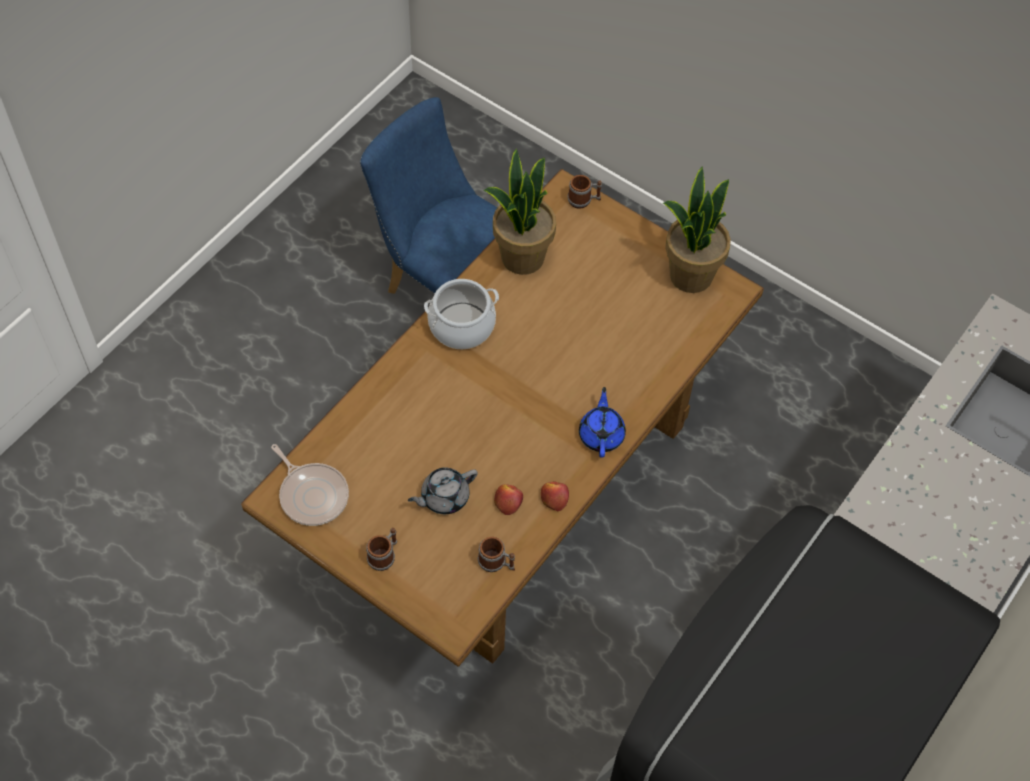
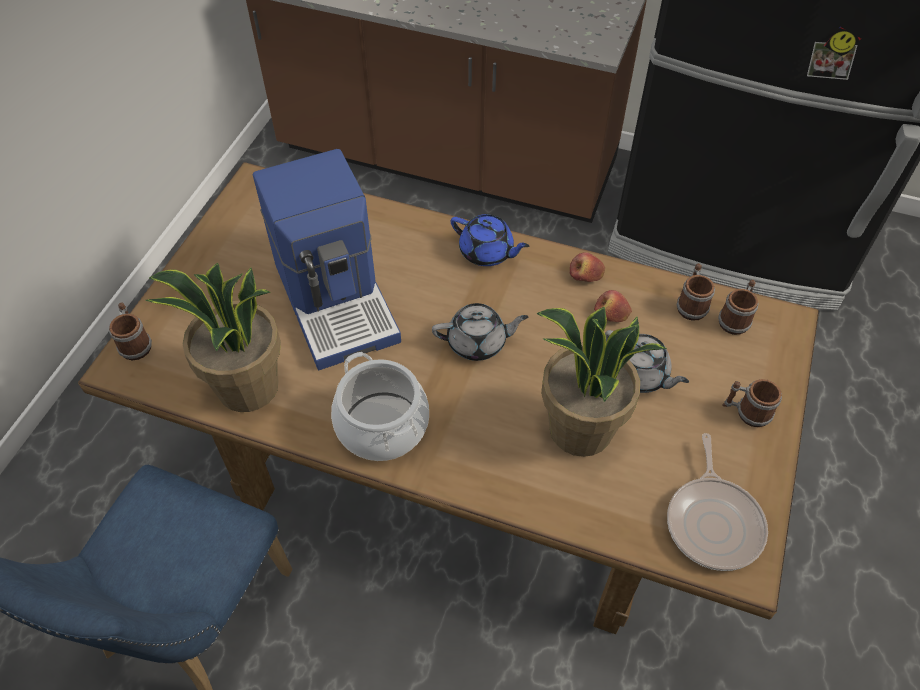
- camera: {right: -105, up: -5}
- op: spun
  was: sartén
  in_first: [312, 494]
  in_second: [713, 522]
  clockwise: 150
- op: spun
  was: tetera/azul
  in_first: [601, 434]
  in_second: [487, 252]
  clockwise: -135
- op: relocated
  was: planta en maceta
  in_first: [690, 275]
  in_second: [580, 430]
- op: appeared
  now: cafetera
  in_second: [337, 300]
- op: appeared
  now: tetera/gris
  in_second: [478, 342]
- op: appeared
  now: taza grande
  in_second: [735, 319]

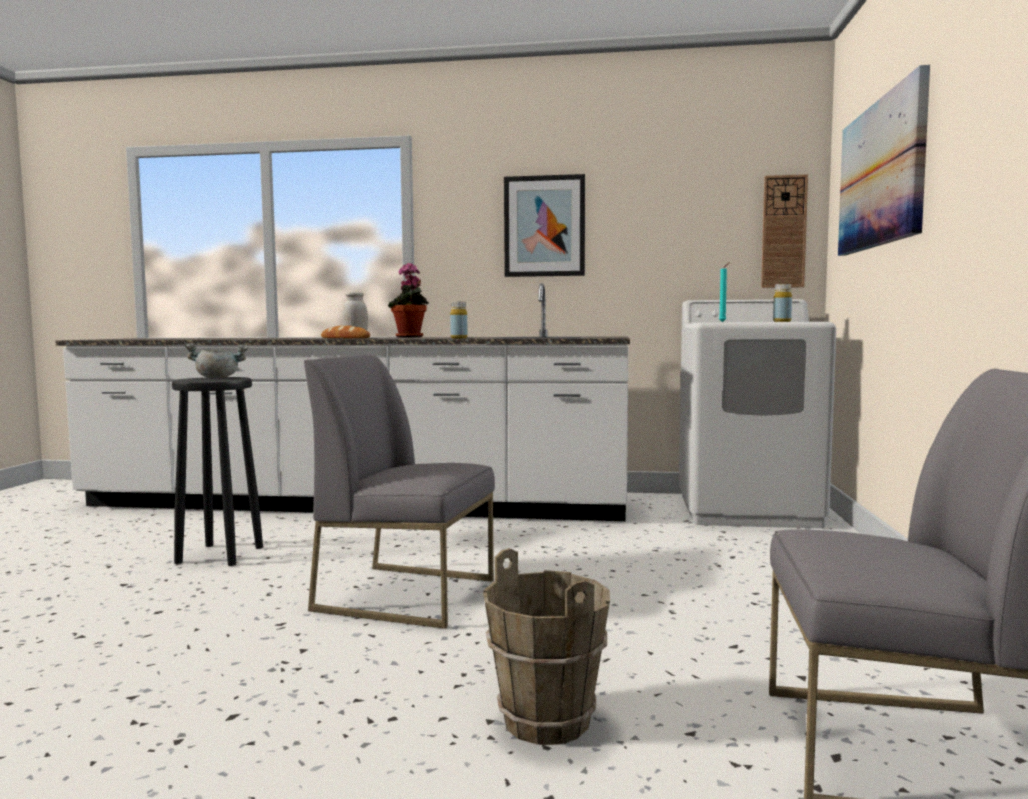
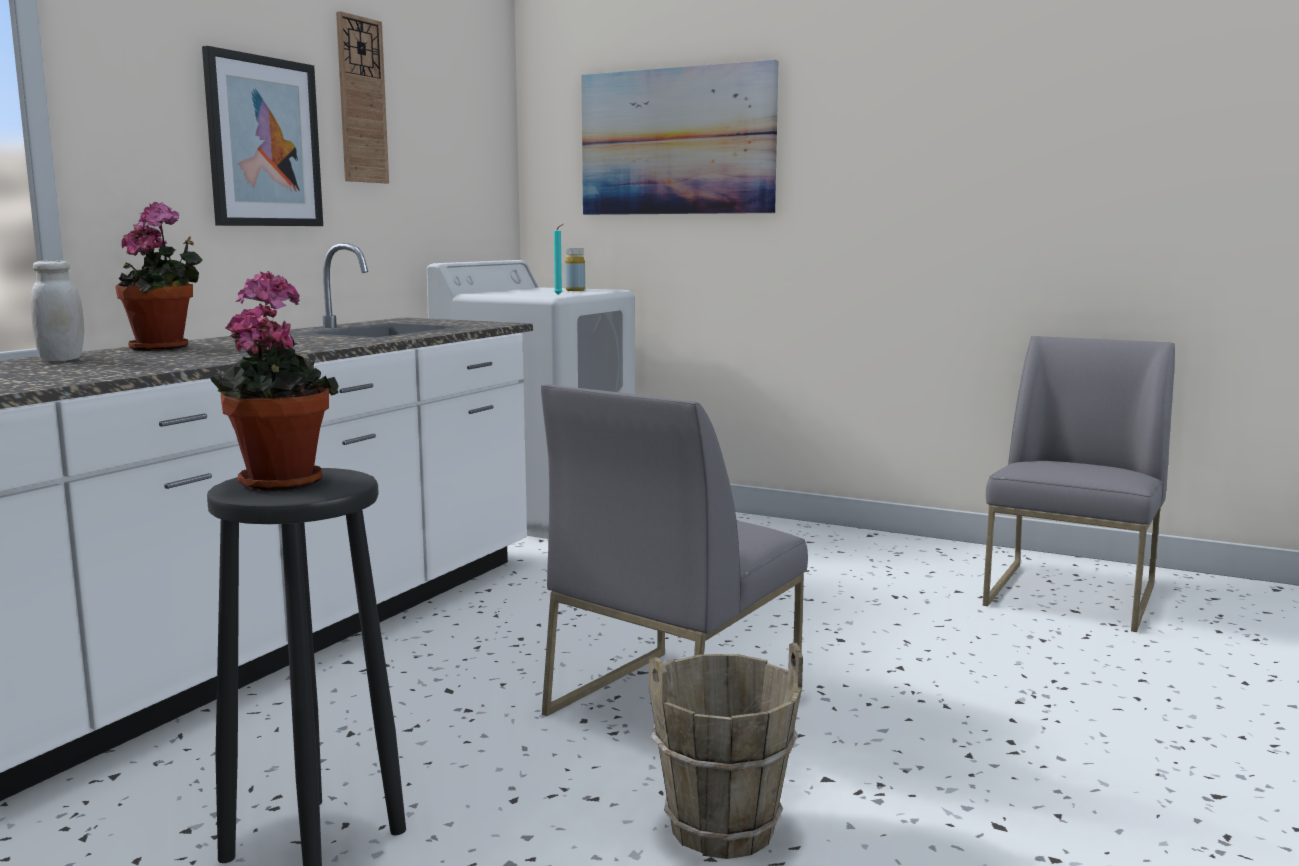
- camera: {right: -70, up: 5}
- op: exchanged
  was: olla/gris
  now: planta en maceta
  in_first: [218, 378]
  in_second: [279, 481]
- op: missing
  was: pan
  in_first: [345, 338]
- op: missing
  was: botella/amarillo
  in_first: [459, 338]
- op: relocated
  was: cubo/marrón
  in_first: [547, 720]
  in_second: [721, 828]
- op: relocated
  was: reloj de pared
  in_first: [783, 232]
  in_second: [361, 100]

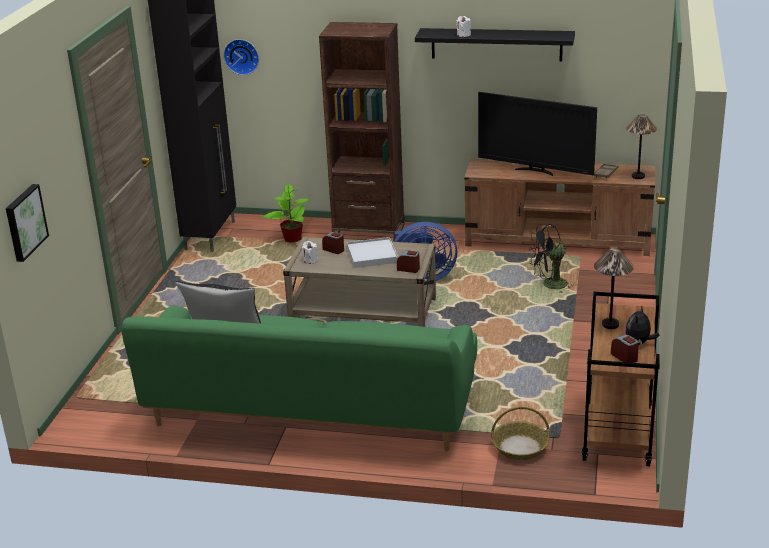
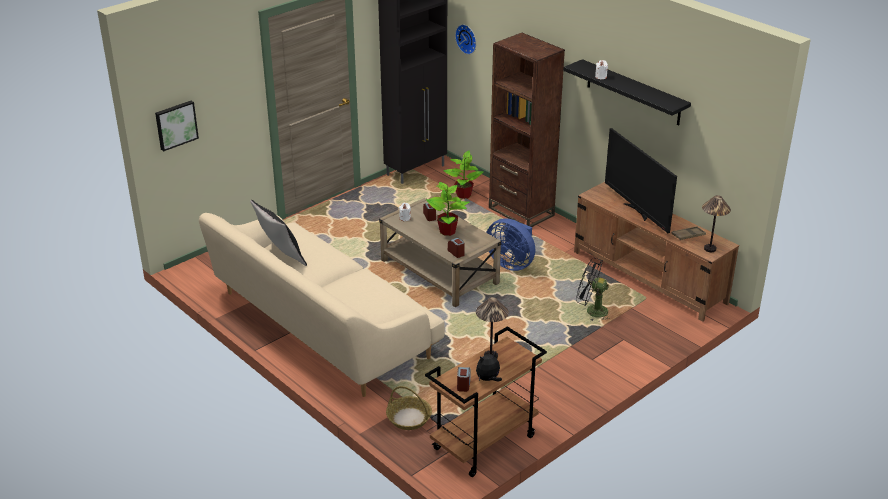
- camera: {right: 35, up: 5}
- op: colour
  was: sofá/verde
  now: sofá/beis
  in_first: [311, 409]
  in_second: [322, 326]
- op: exchanged
  was: bandeja/blanco
  now: planta en maceta
  in_first: [372, 255]
  in_second: [448, 231]

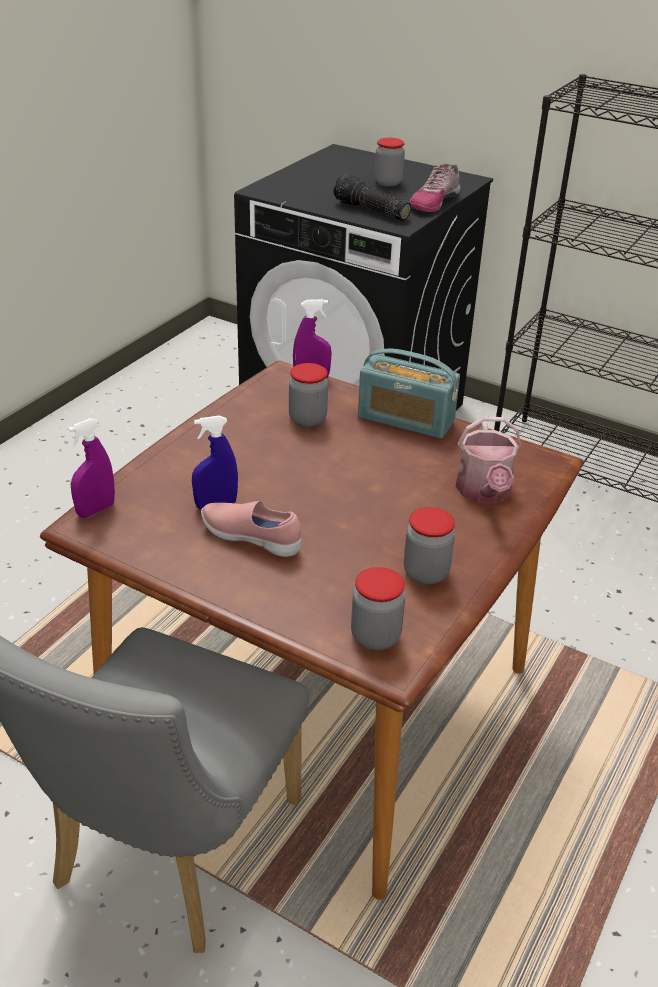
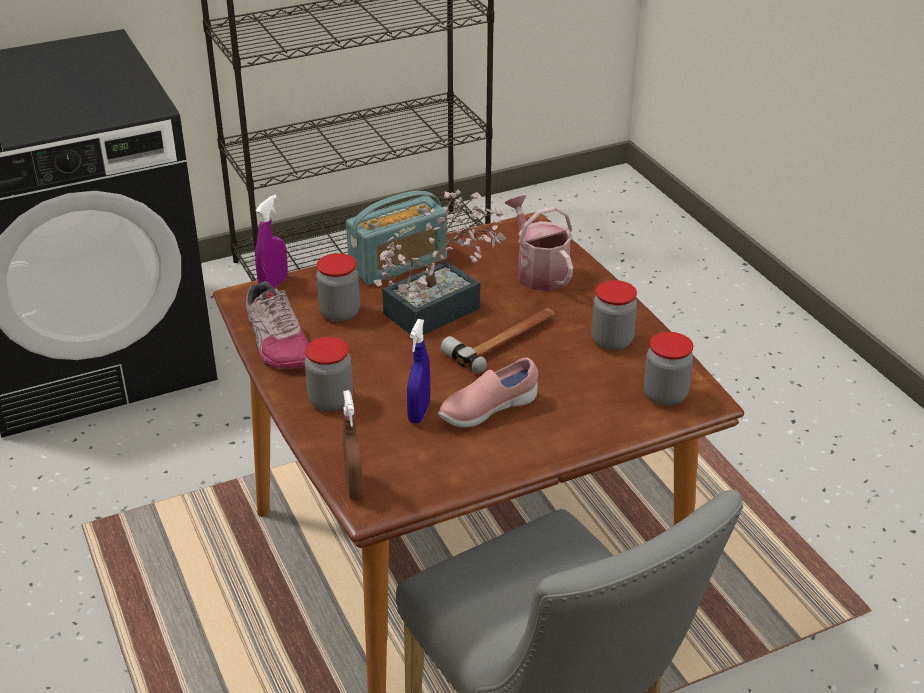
- camera: {right: -55, up: 0}
- op: colour
  was: pulverizador/morado
  now: pulverizador/marrón
  in_first: [96, 510]
  in_second: [354, 488]
- op: missing
  was: linterna
  in_first: [370, 211]
- op: relocated
  was: tarro
  in_first: [388, 183]
  in_second: [331, 401]
- op: relocated
  was: zapato
  in_first: [434, 201]
  in_second: [276, 342]
- op: spun
  was: regadera
  in_first: [484, 492]
  in_second: [539, 272]
  clockwise: -150
- op: appeared
  now: planta en maceta
  in_second: [441, 307]
- op: appeared
  now: martillo
  in_second: [504, 341]

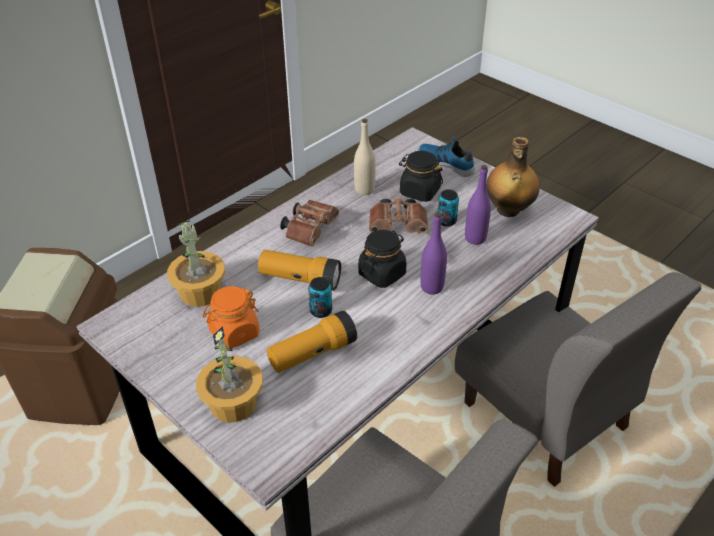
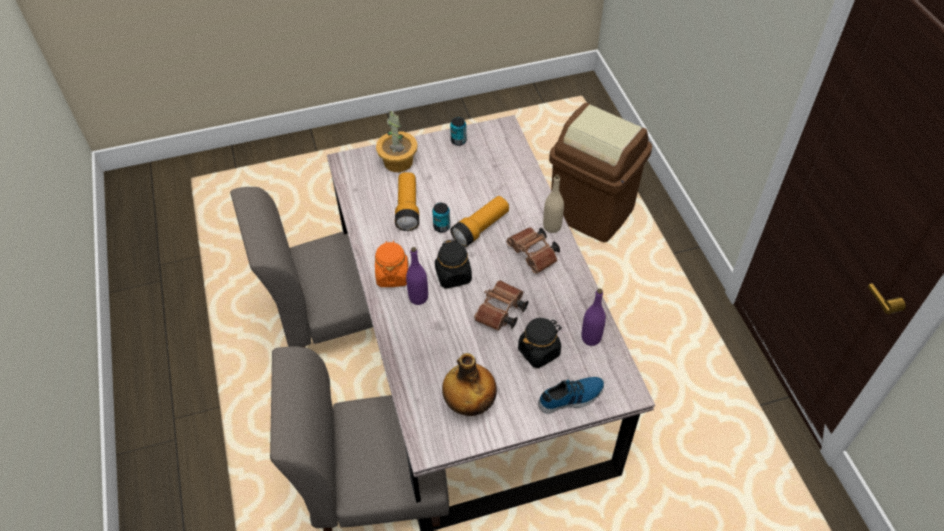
- camera: {right: 120, up: 10}
- op: missing
  was: planta en maceta
  in_first: [200, 293]
- op: relocated
  was: tarro/naranja
  in_first: [234, 333]
  in_second: [392, 275]
- op: relocated
  was: botella/beis
  in_first: [364, 190]
  in_second: [552, 226]
- op: relocated
  was: lata
  in_first: [446, 221]
  in_second: [458, 141]
- op: relocated
  was: botella/morado
  in_first: [475, 238]
  in_second: [591, 338]

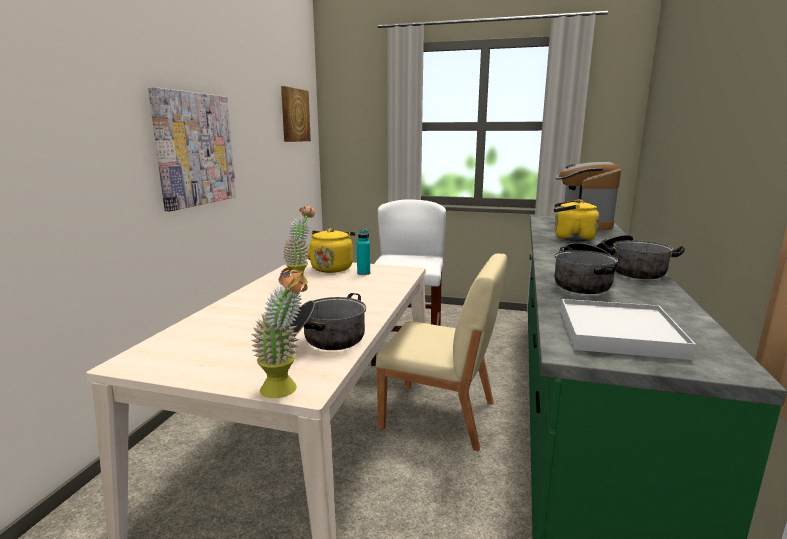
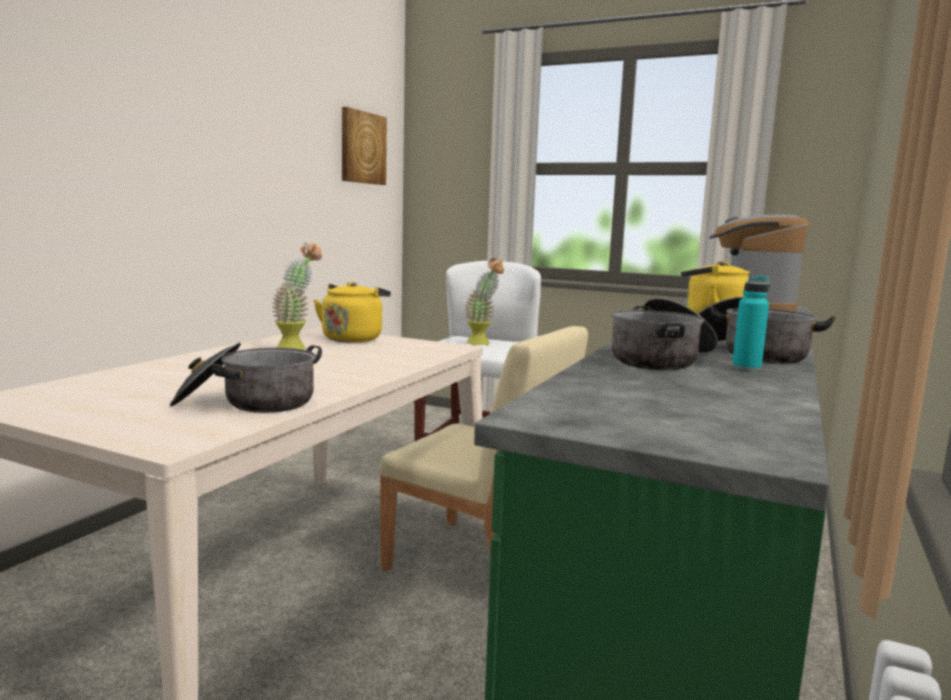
- camera: {right: 10, up: -5}
- op: missing
  was: cuadro
  in_first: [195, 149]
- op: relocated
  was: planta en maceta
  in_first: [286, 391]
  in_second: [483, 344]
- op: relocated
  was: botella/turquesa
  in_first: [363, 273]
  in_second: [746, 368]
- op: missing
  was: bandeja/blanco
  in_first: [618, 333]

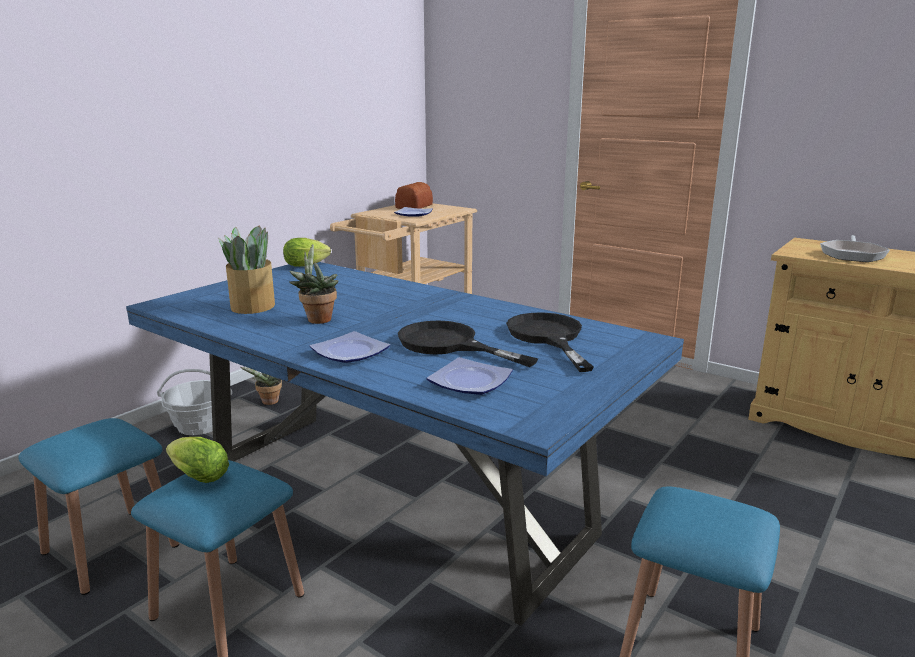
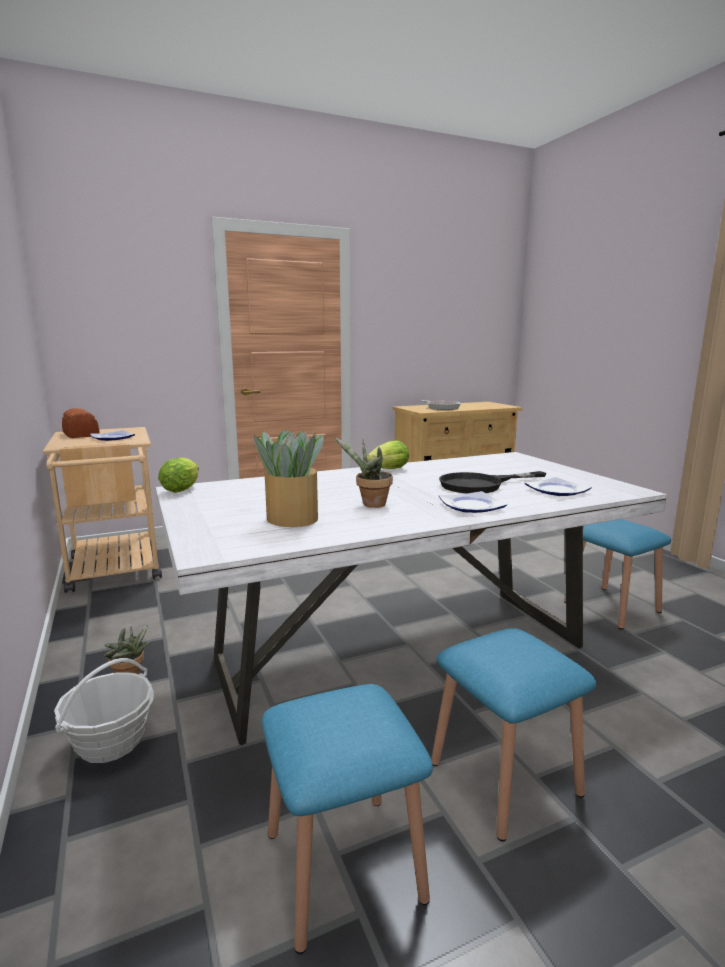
- camera: {right: -60, up: -5}
- op: colour
  was: mesa de comedor/azul
  now: mesa de comedor/blanco
  in_first: [390, 500]
  in_second: [401, 655]
- op: relocated
  was: lechuga
  in_first: [196, 476]
  in_second: [387, 470]
- op: missing
  was: sartén/negro
  in_first: [548, 337]

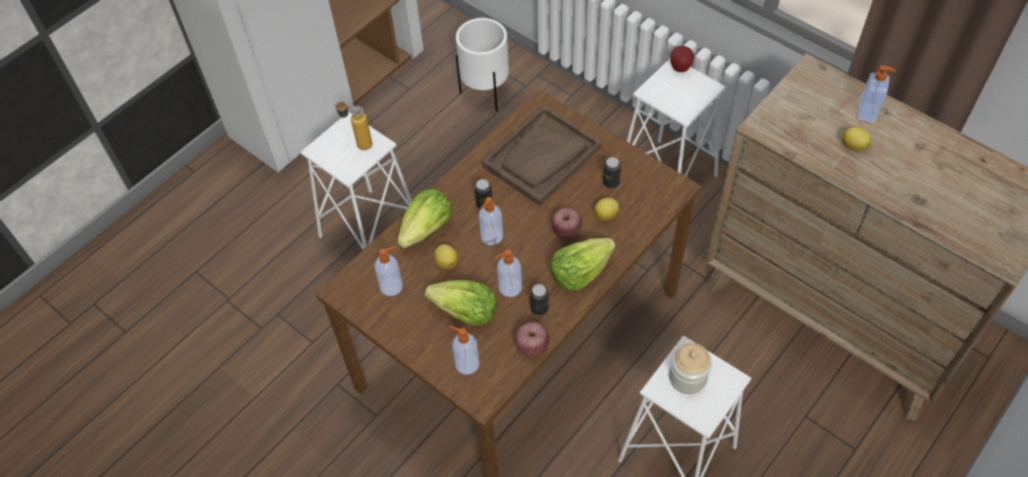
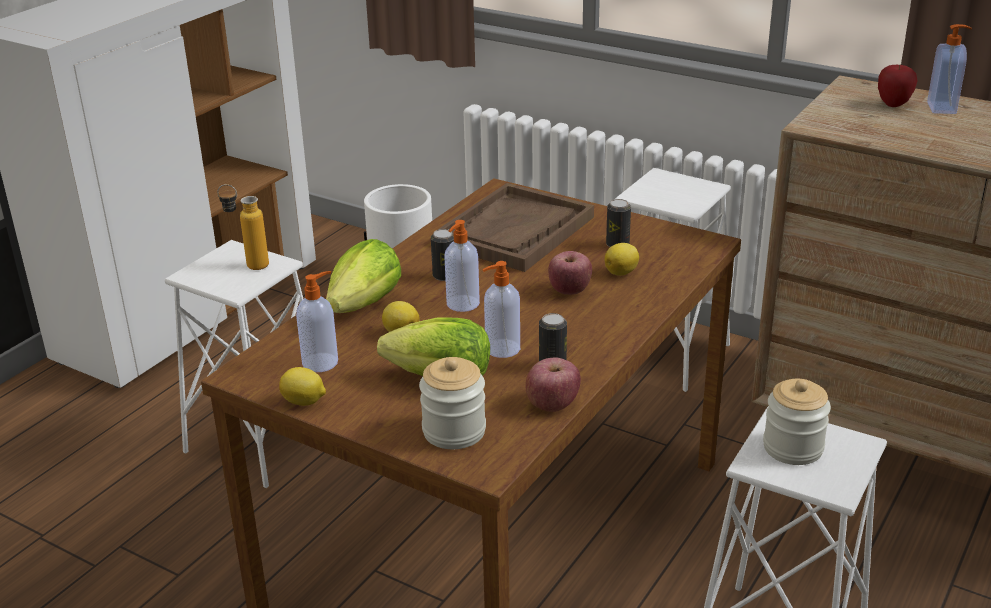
- camera: {right: -10, up: -25}
- op: exchanged
  was: dispensador de jabón
  now: tarro
  in_first: [466, 363]
  in_second: [454, 431]
- op: missing
  was: lechuga
  in_first: [579, 273]
- op: relocated
  was: manzana
  in_first: [680, 68]
  in_second: [893, 104]
- op: relocated
  was: limón
  in_first: [854, 147]
  in_second: [304, 402]

